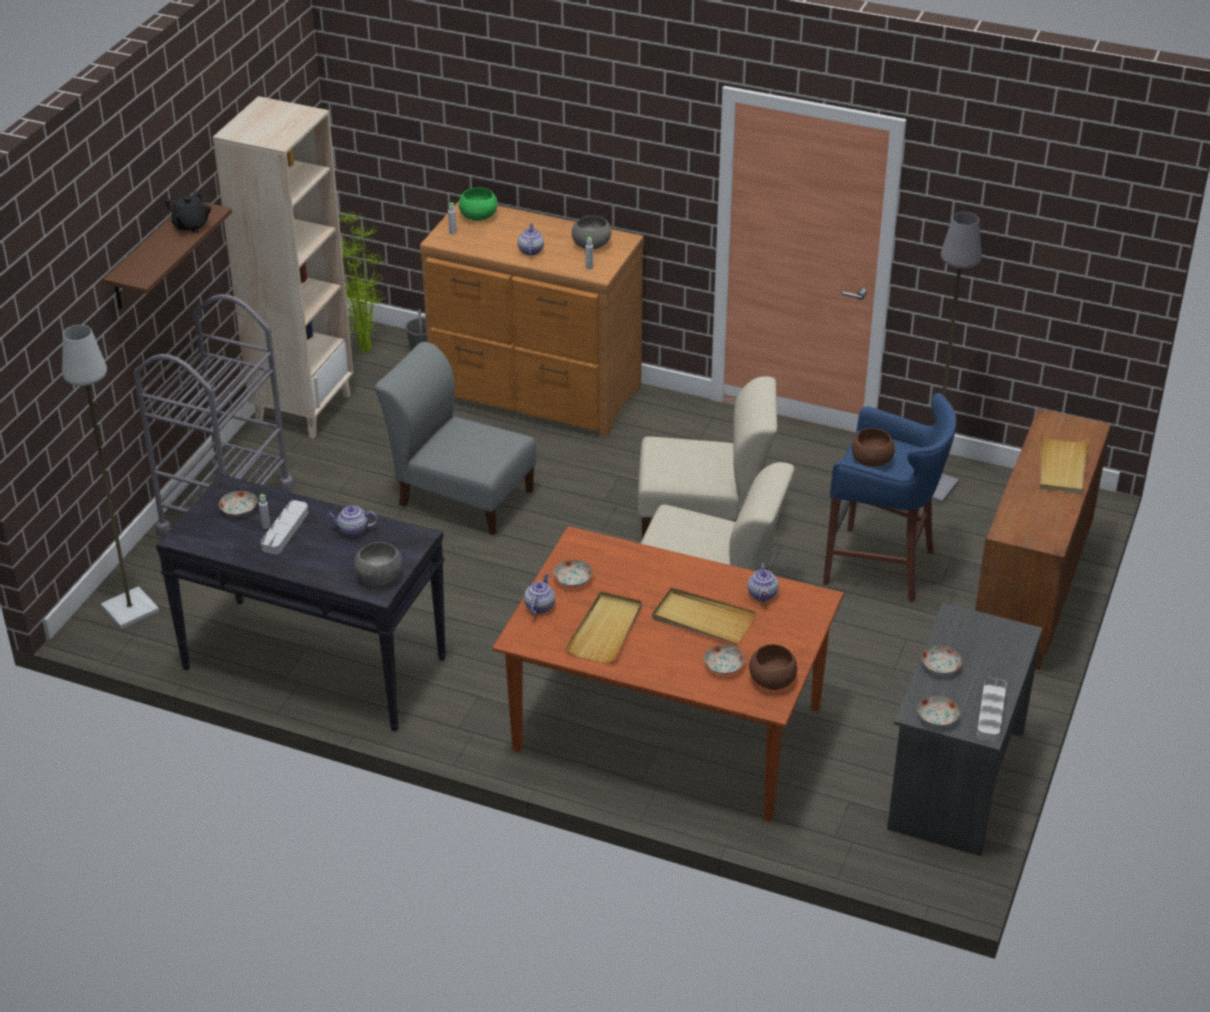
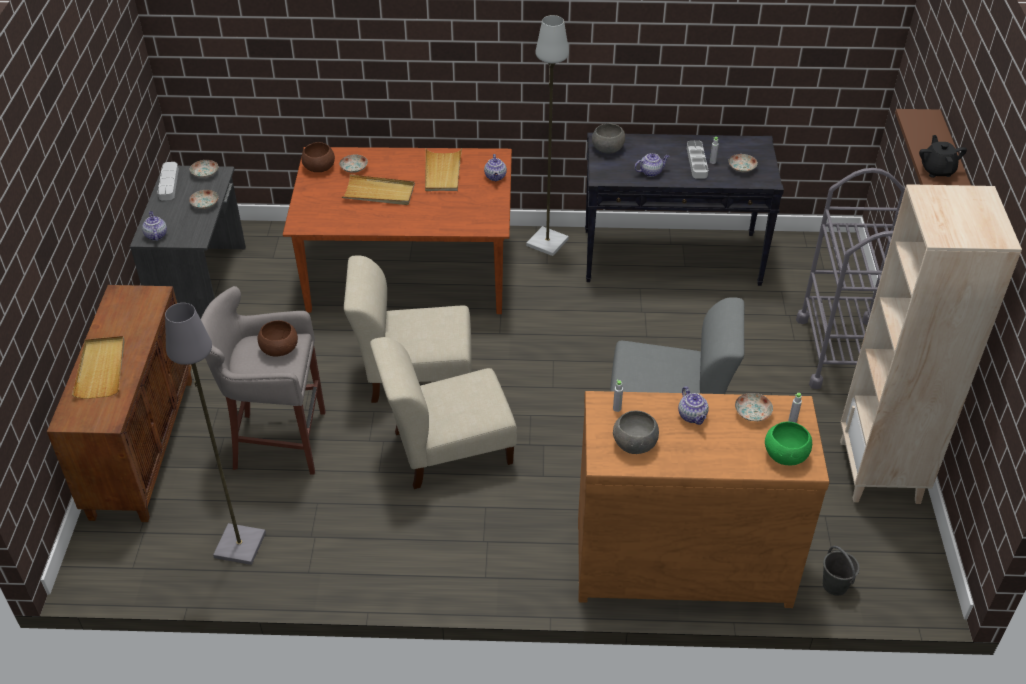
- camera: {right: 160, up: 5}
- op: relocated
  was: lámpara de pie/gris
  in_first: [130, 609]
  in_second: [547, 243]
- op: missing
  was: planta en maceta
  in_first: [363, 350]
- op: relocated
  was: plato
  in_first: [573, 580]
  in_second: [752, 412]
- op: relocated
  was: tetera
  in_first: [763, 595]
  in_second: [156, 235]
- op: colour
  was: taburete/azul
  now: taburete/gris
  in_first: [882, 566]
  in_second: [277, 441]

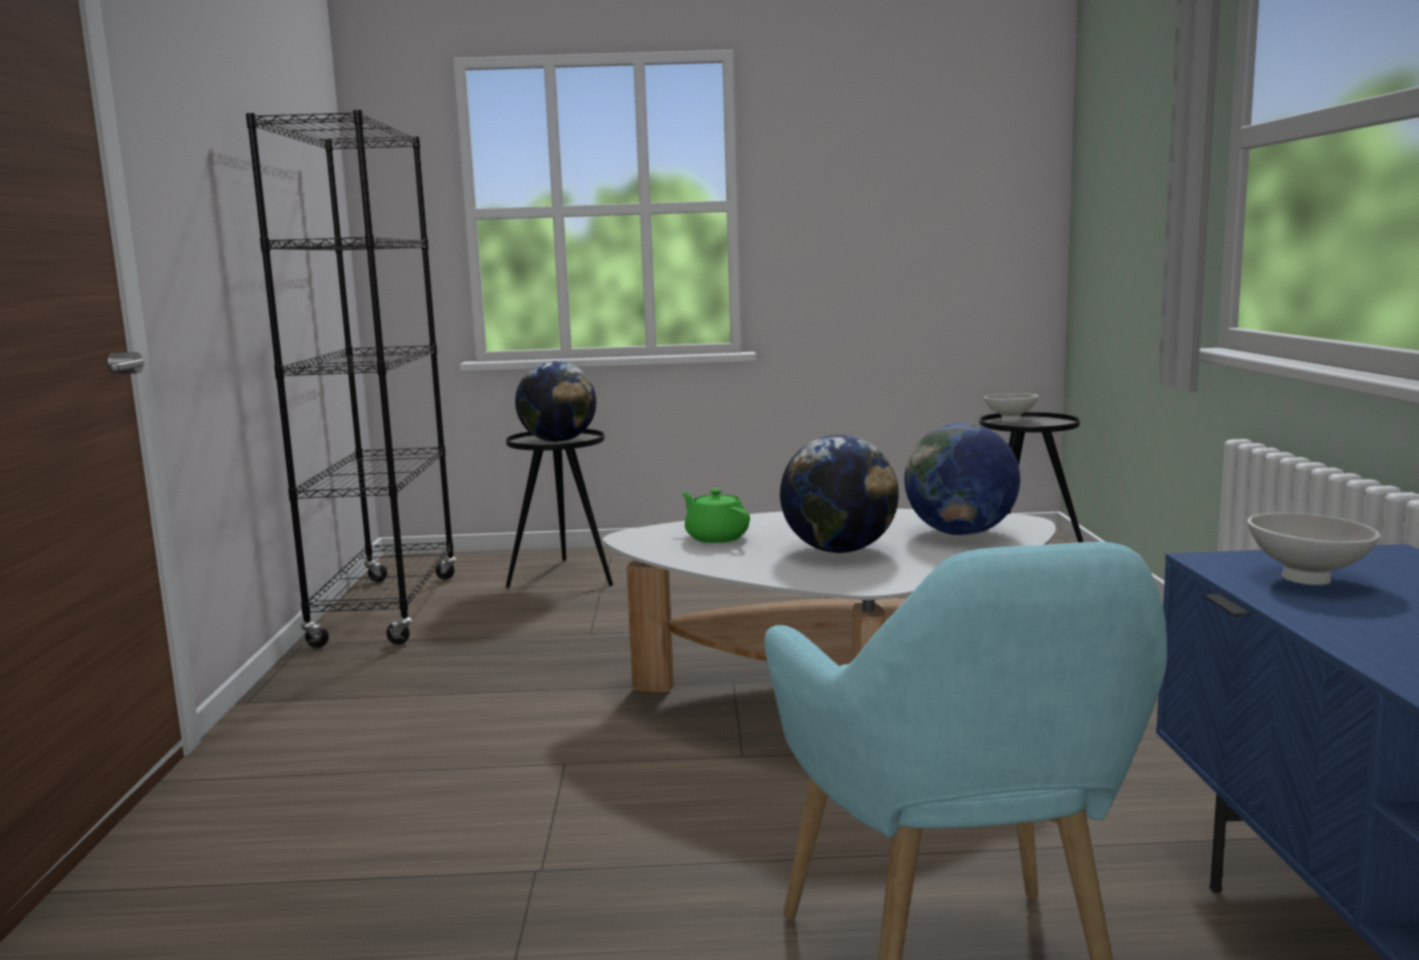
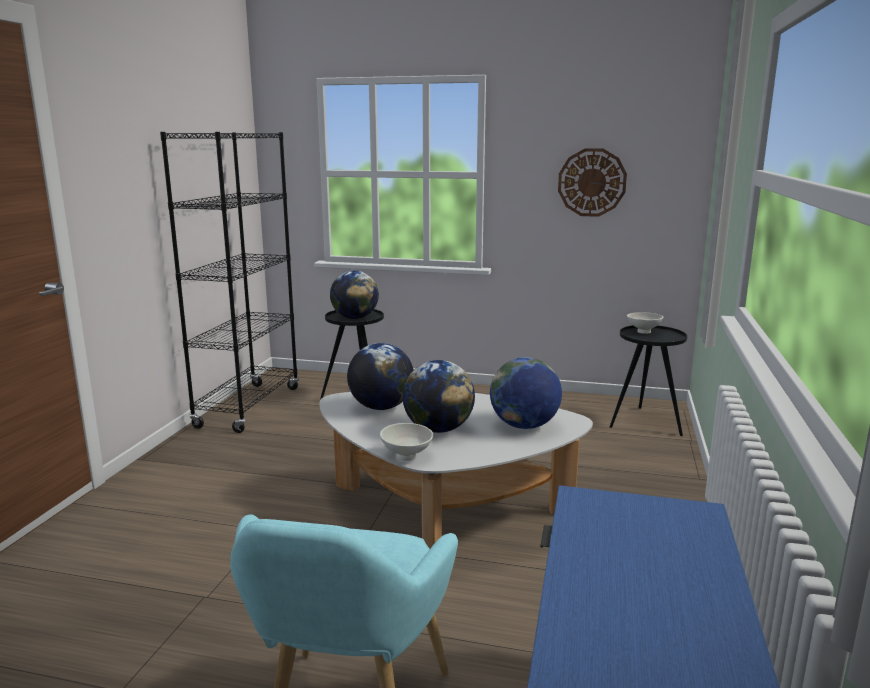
- camera: {right: 15, up: 5}
- op: exchanged
  was: tetera/verde
  now: globo terráqueo
  in_first: [716, 537]
  in_second: [381, 407]
- op: relocated
  was: cuenco/blanco
  in_first: [1307, 578]
  in_second: [407, 456]
- op: appeared
  now: reloj de pared
  in_second: [591, 182]

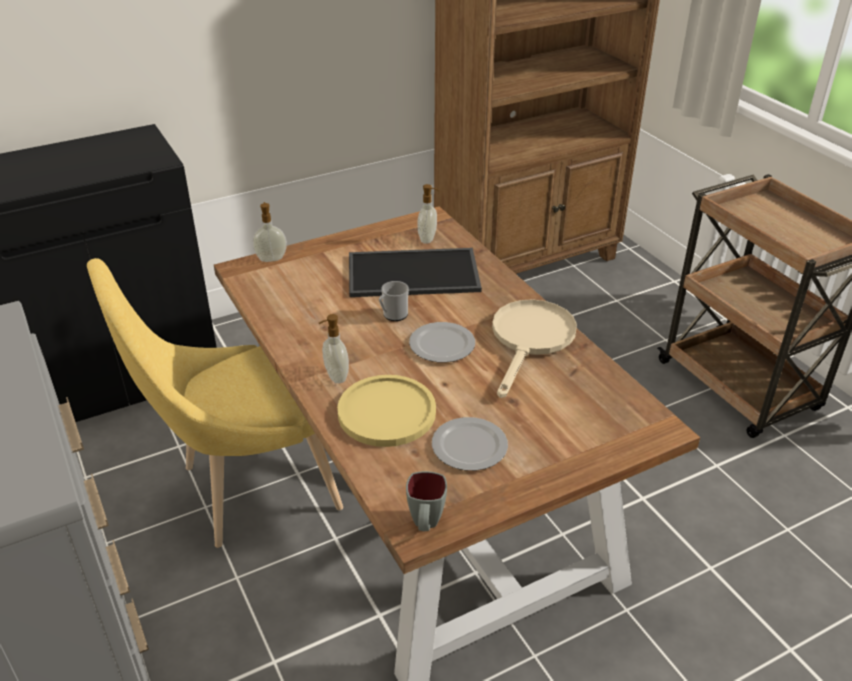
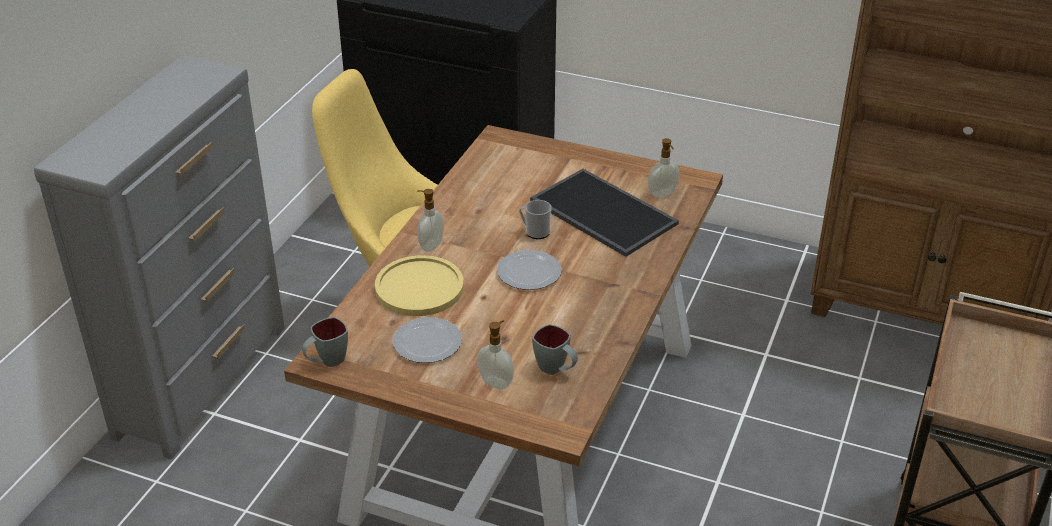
- camera: {right: 50, up: 0}
- op: relocated
  was: dispensador de jabón
  in_first: [271, 258]
  in_second: [496, 382]
- op: missing
  was: sartén/beis
  in_first: [530, 340]
- op: appeared
  now: taza grande/gris
  in_second: [556, 370]

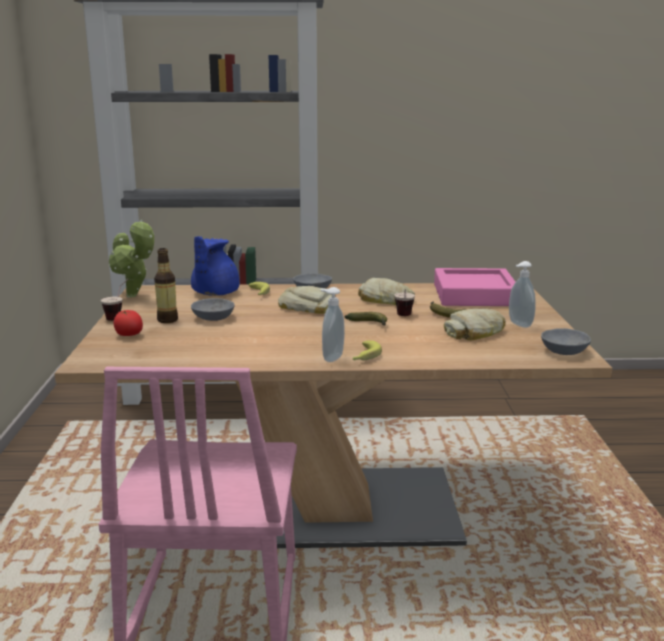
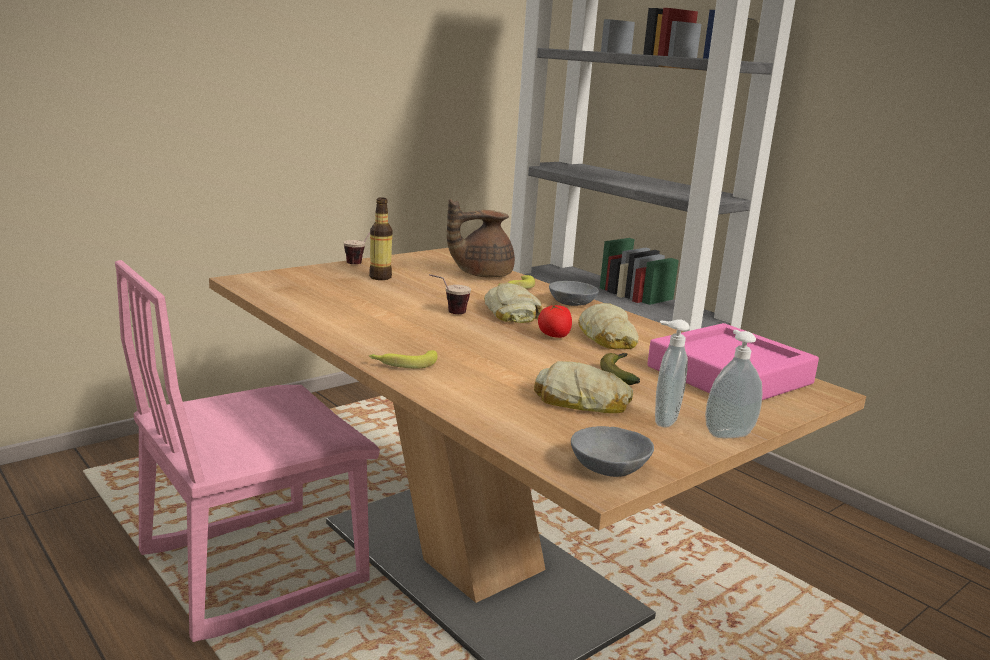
- camera: {right: 50, up: 0}
- op: missing
  was: planta en maceta
  in_first: [134, 296]
- op: relocated
  was: tomate
  in_first: [129, 335]
  in_second: [554, 336]
- op: colour
  was: tetera/azul
  now: tetera/marrón
  in_first: [213, 293]
  in_second: [481, 274]
- op: missing
  was: cuenco/gris
  in_first: [212, 318]
- op: relocated
  was: dispensador de jabón
  in_first: [331, 358]
  in_second: [727, 433]
- op: missing
  was: plátano
  in_first: [369, 324]
- op: relocated
  was: taza
  in_first: [404, 317]
  in_second: [448, 313]

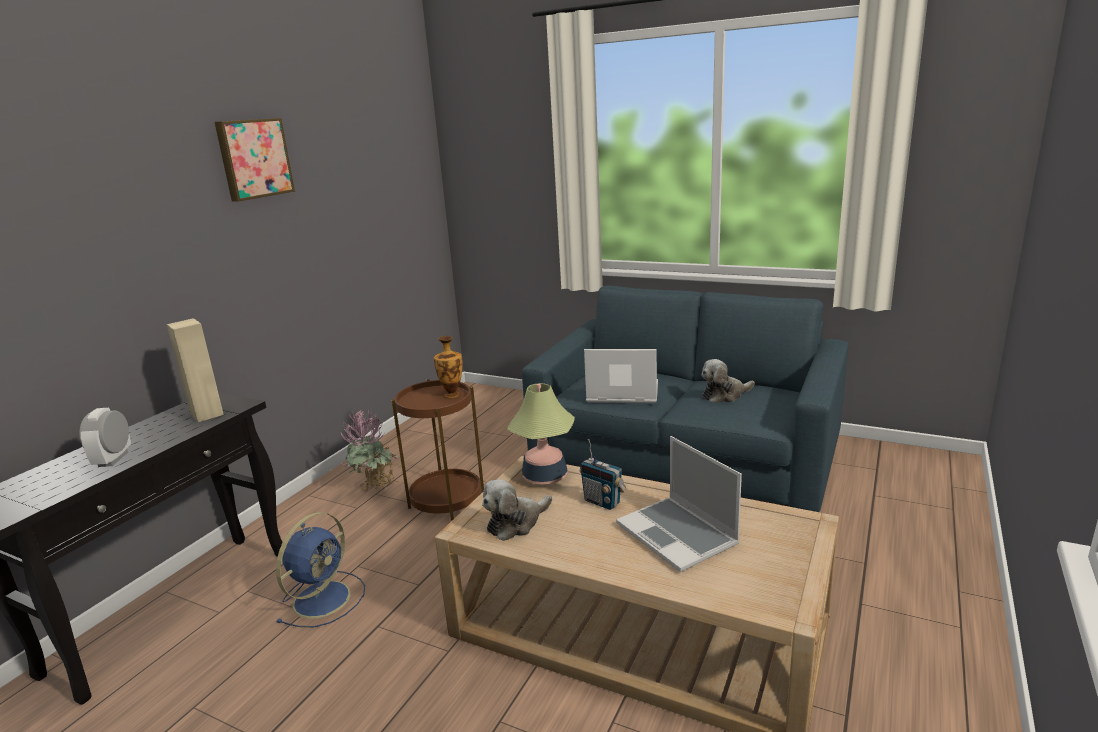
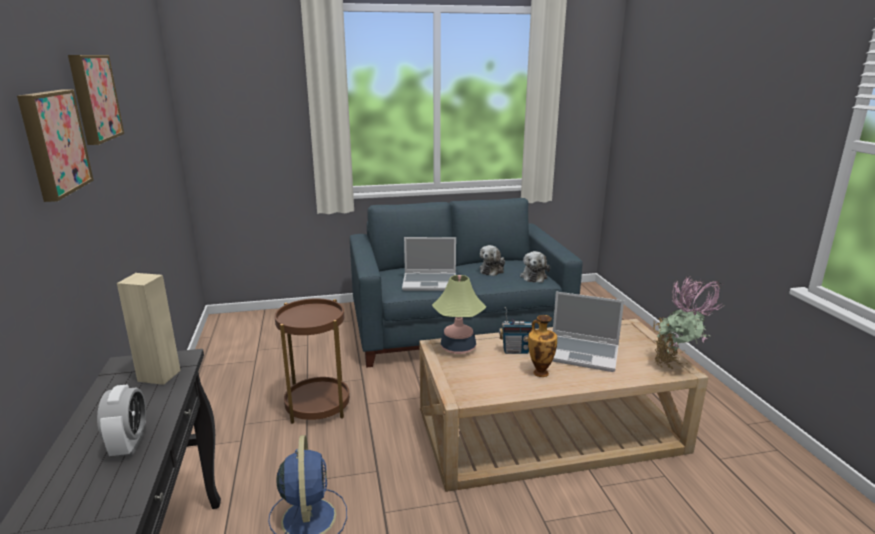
- camera: {right: -40, up: 0}
- op: spun
  was: despertador
  in_first: [113, 459]
  in_second: [129, 444]
  clockwise: -150
- op: relocated
  was: planta en maceta
  in_first: [376, 490]
  in_second: [676, 366]
- op: relocated
  was: florero
  in_first: [452, 394]
  in_second: [540, 372]
- op: relocated
  was: peluche
  in_first: [516, 523]
  in_second: [534, 276]
- op: spun
  was: portátil
  in_first: [621, 393]
  in_second: [430, 283]
  clockwise: -150
- op: appeared
  now: cuadro
  in_second: [52, 143]

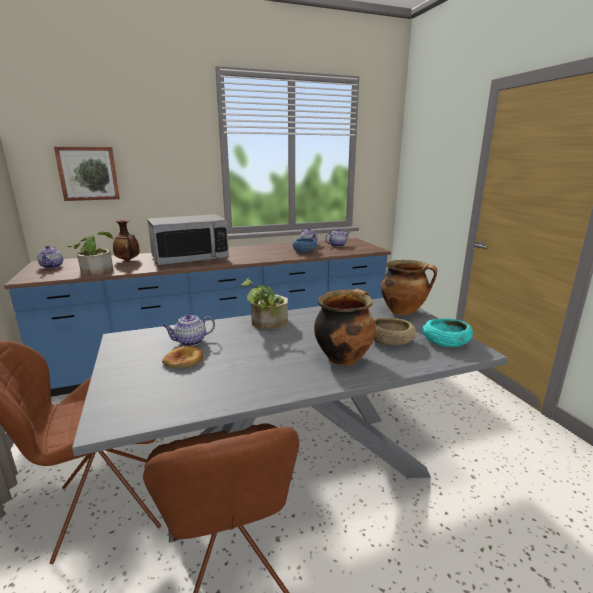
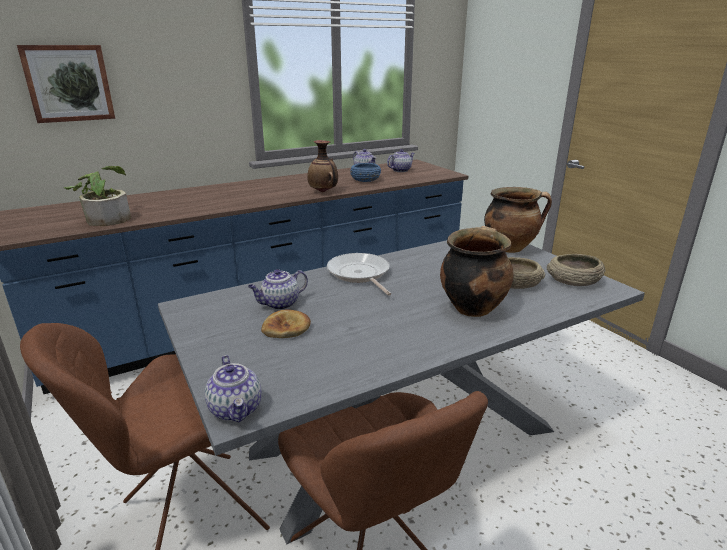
- camera: {right: -10, up: 5}
- op: relocated
  was: tetera
  in_first: [52, 266]
  in_second: [236, 409]
- op: relocated
  was: florero
  in_first: [128, 260]
  in_second: [323, 192]
- op: missing
  was: microondas
  in_first: [190, 258]
- op: exchanged
  was: planta en maceta
  now: sartén
  in_first: [266, 323]
  in_second: [359, 274]
- op: colour
  was: cuenco/turquesa
  now: cuenco/beis
  in_first: [446, 342]
  in_second: [574, 280]

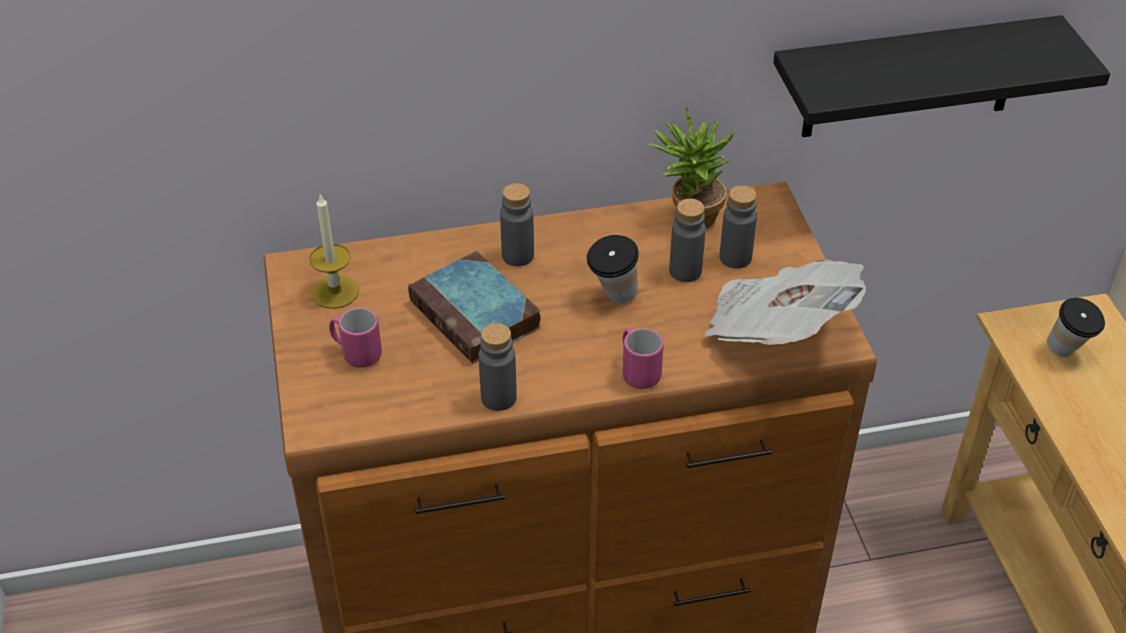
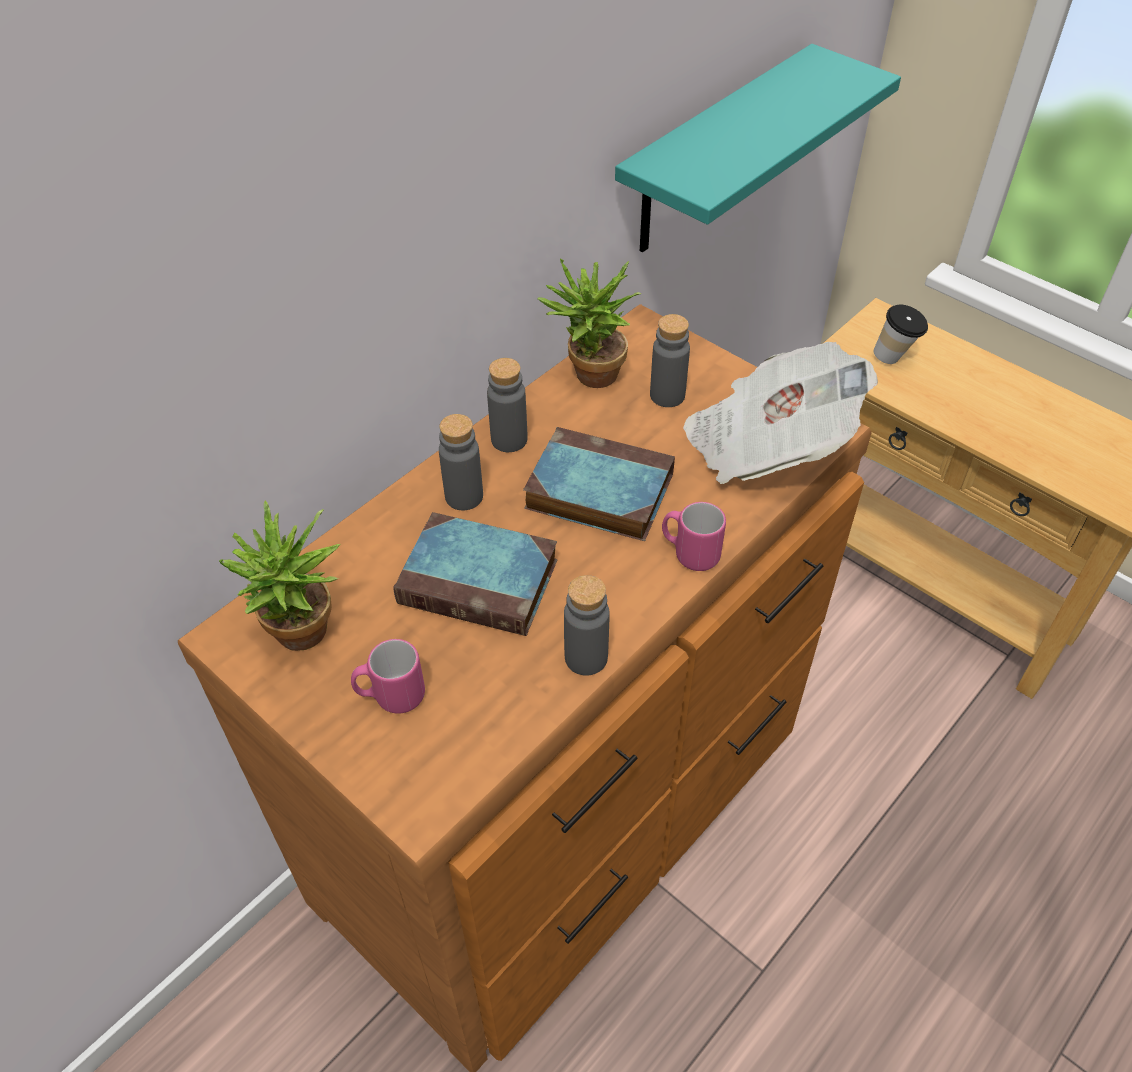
- camera: {right: -35, up: 5}
- op: exchanged
  was: vela
  now: planta en maceta
  in_first: [335, 292]
  in_second: [303, 639]
- op: exchanged
  was: taza
  now: libro
  in_first: [612, 297]
  in_second: [596, 491]
- op: relocated
  was: botella/gris
  in_first: [685, 271]
  in_second: [509, 439]
- op: colour
  was: estante/negro
  now: estante/turquesa
  in_first: [911, 78]
  in_second: [714, 153]

